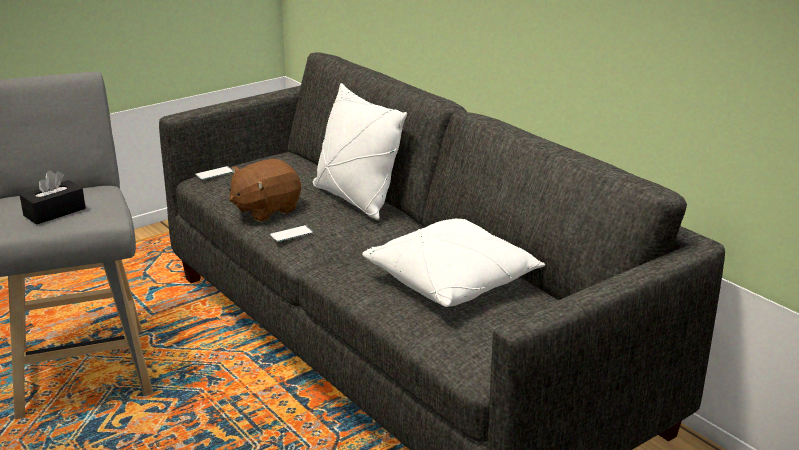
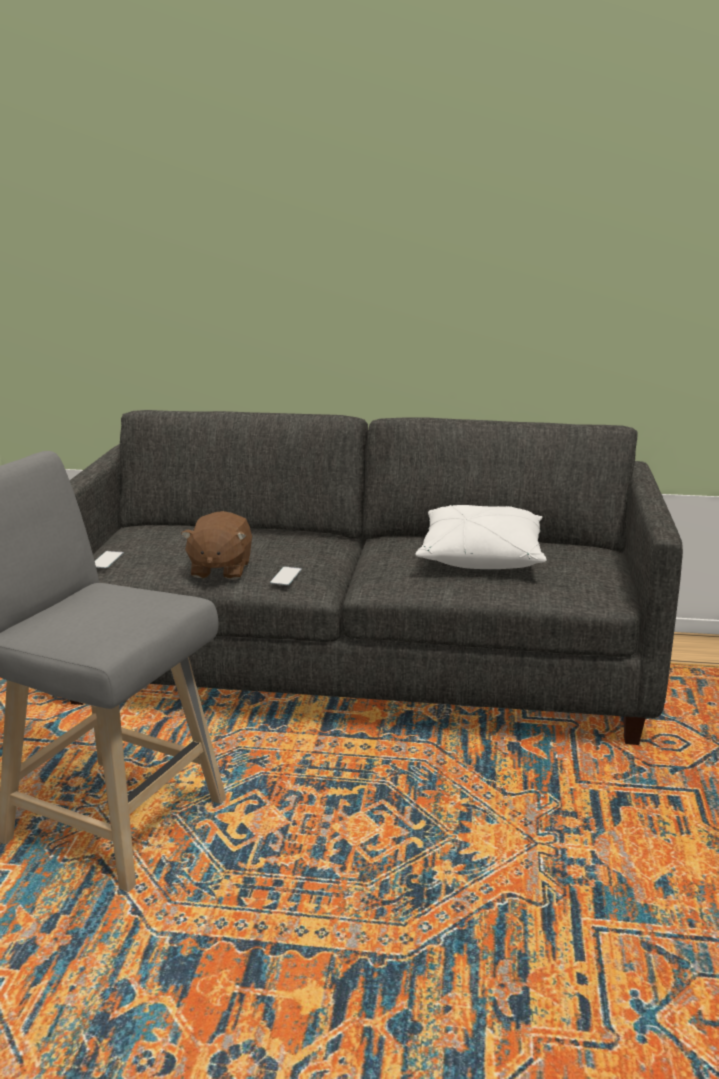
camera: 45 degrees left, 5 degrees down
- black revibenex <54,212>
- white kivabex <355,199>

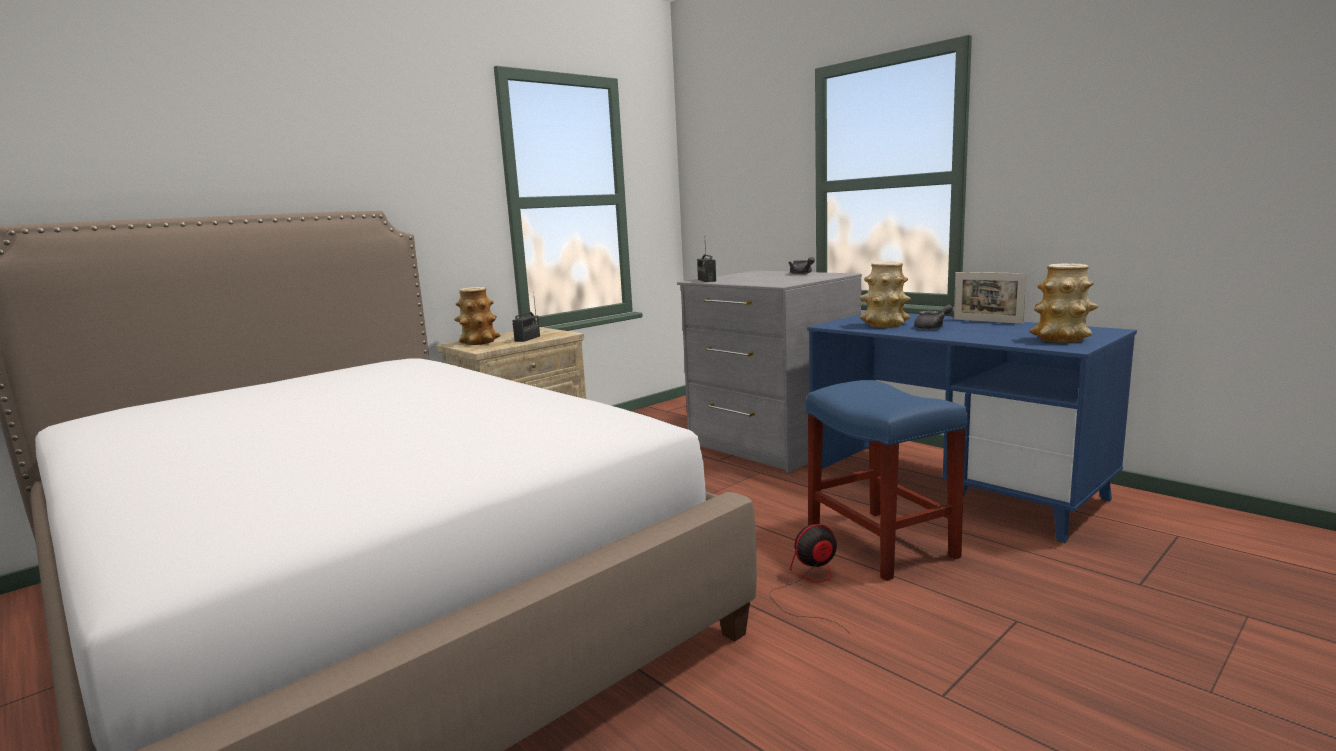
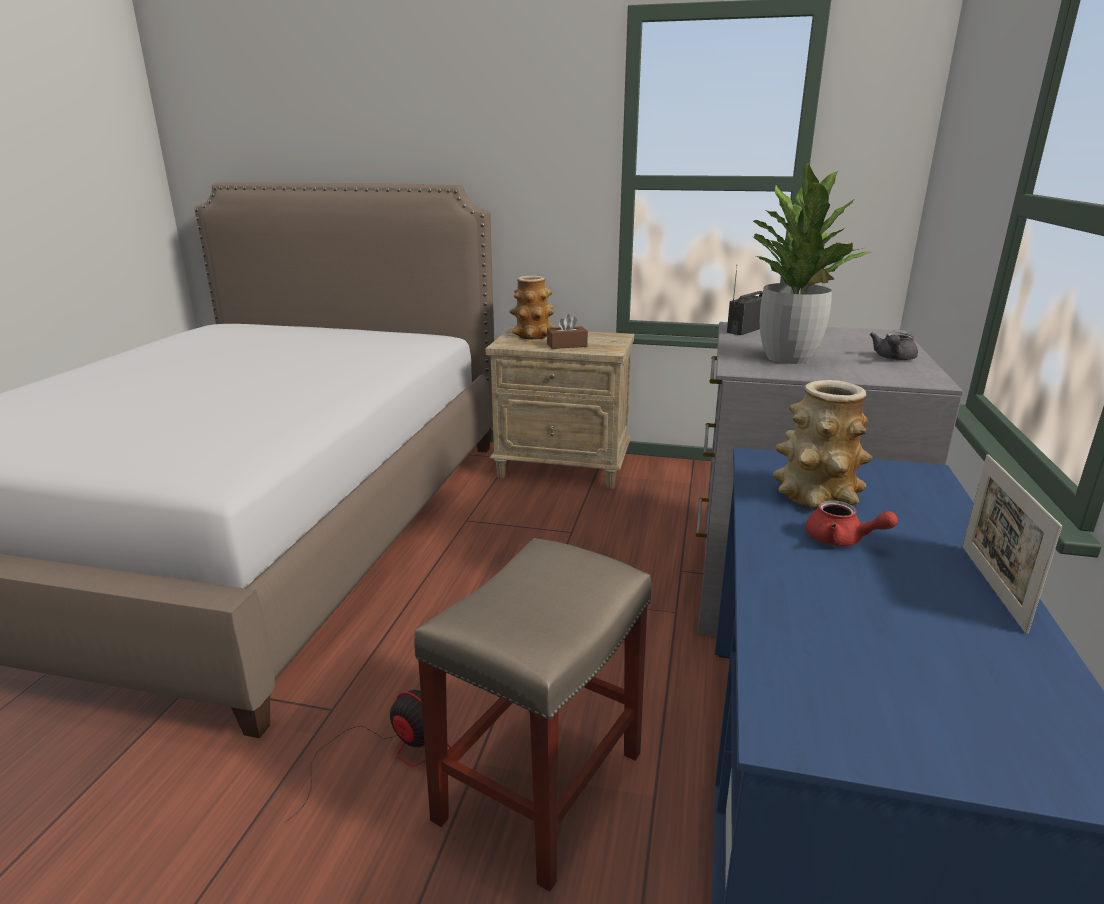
camera: 55 degrees right, 10 degrees up
~ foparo <527,339> to brown revibenex <567,345>
~ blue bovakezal <878,542> to beige bovakezal <541,783>
~ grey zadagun <932,327> to red zadagun <841,540>
- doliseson <1061,339>
+ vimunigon <788,358>

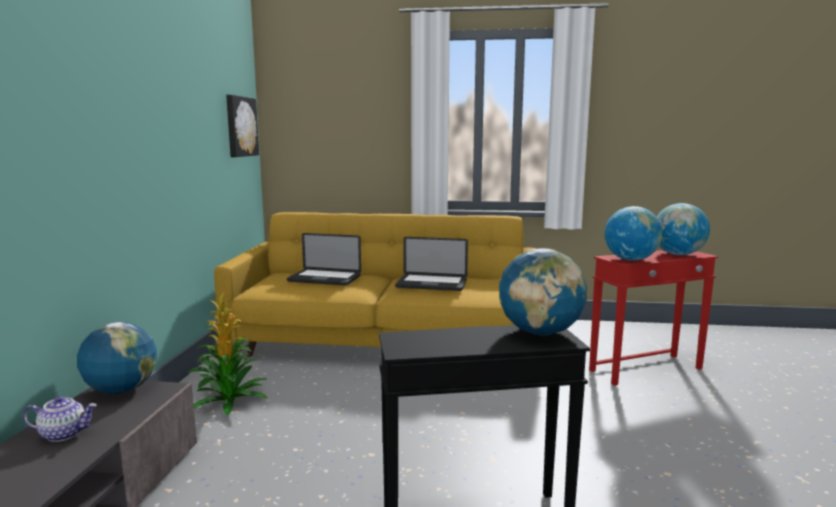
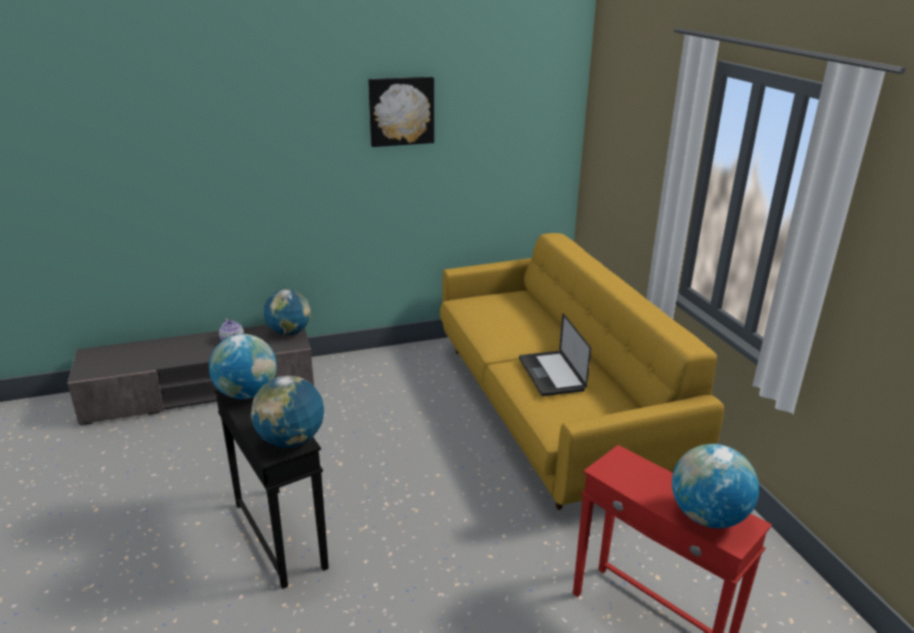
camera: 65 degrees right, 15 degrees up
- vimunigon <229,401>
~ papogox <240,126> to <401,111>
- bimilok <324,279>
~ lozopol <630,259> to <247,393>

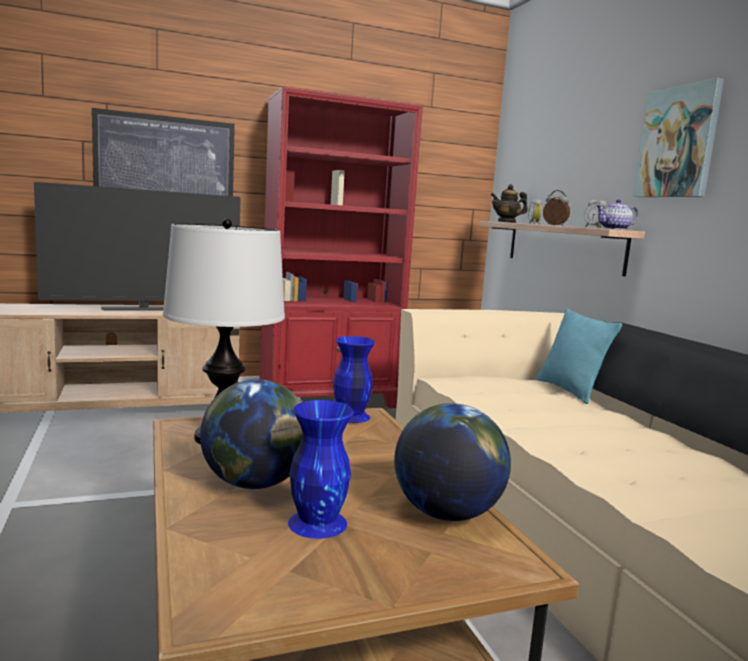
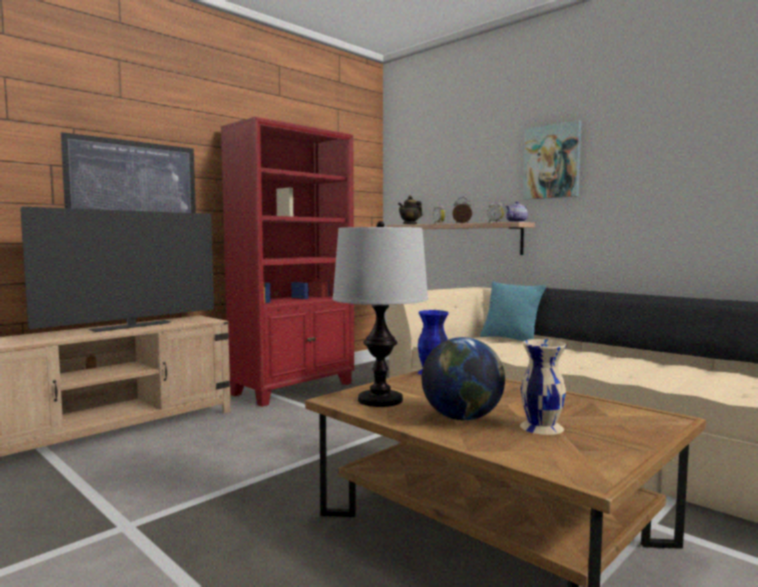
camera: 25 degrees left, 5 degrees down
~ blue doliseson <317,522> to beige doliseson <541,427>
- lozopol <446,513>

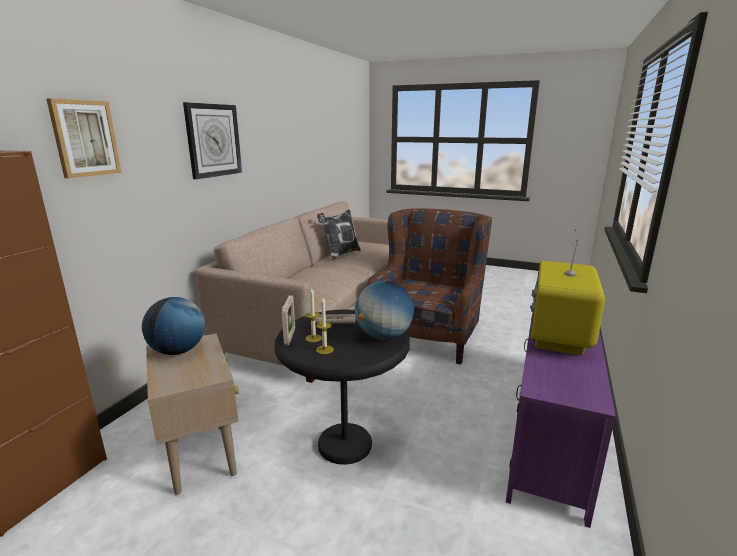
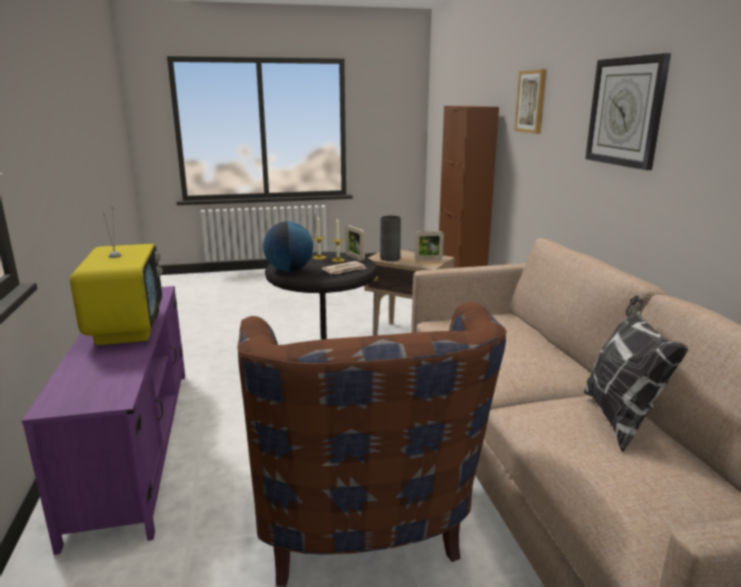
camera: 145 degrees right, 0 degrees up
~ lozopol <178,351> to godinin <428,259>
+ grey doliseson <390,258>

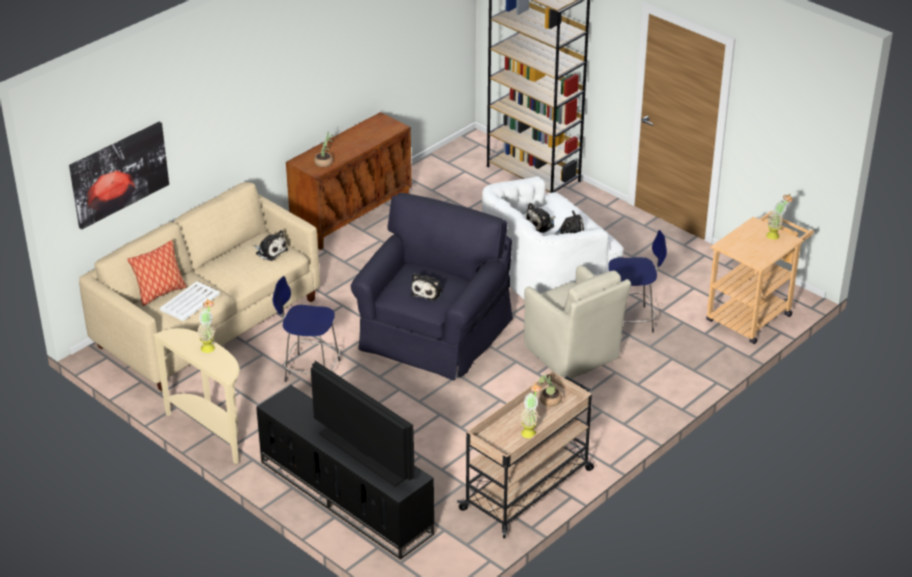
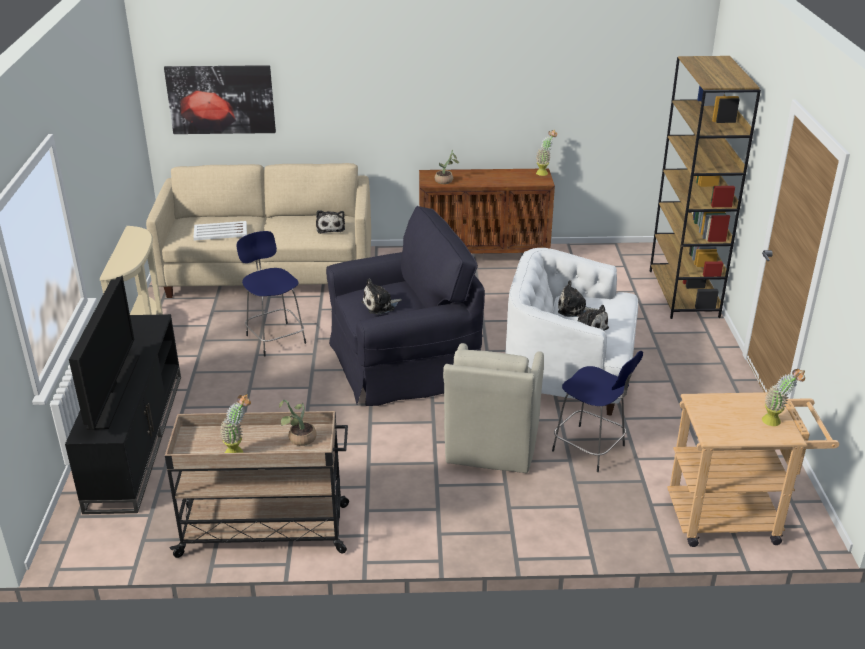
camera: 45 degrees right, 5 degrees down
- kivabex <160,293>
~ vimunigon <209,346> to <544,172>

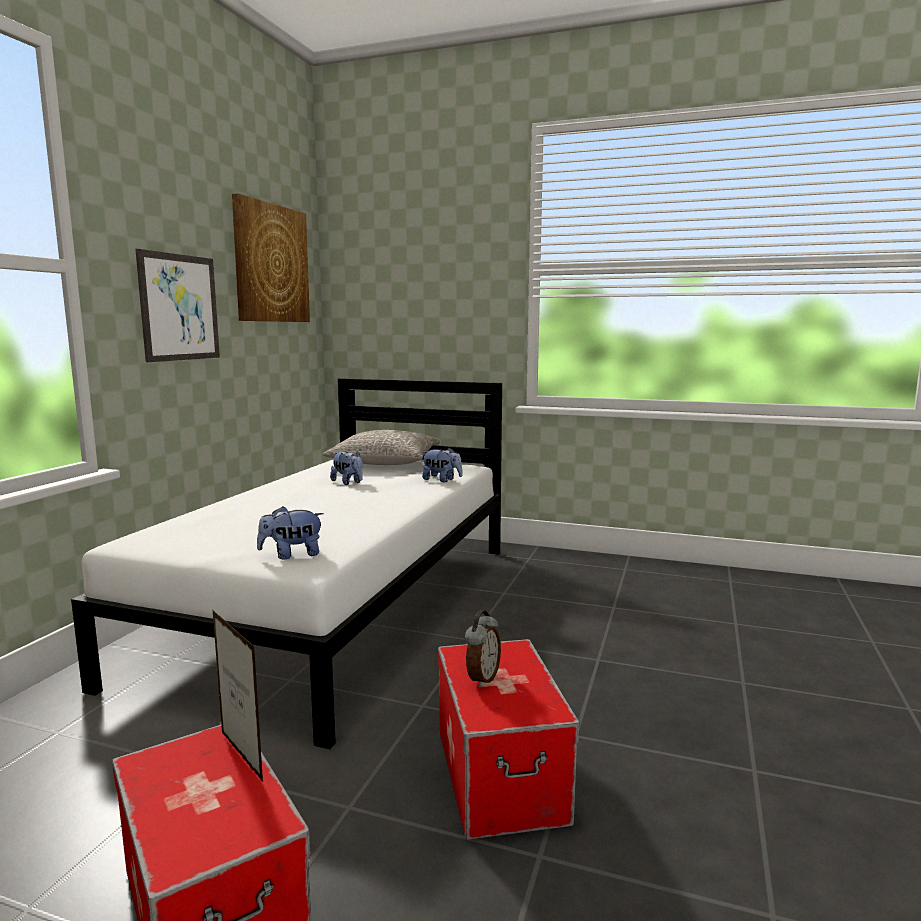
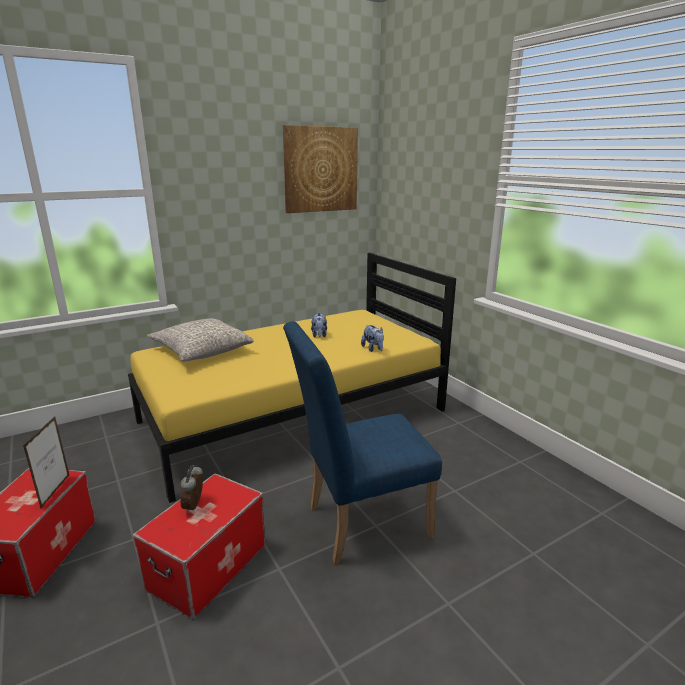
camera: 40 degrees right, 10 degrees up
~ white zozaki <341,606> to yellow zozaki <293,415>
- papogox <180,307>
- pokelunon <292,555>
~ grey kivabex <383,463> to <201,351>
~ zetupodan <482,678> = <195,505> 120 degrees clockwise
+ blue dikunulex <359,523>

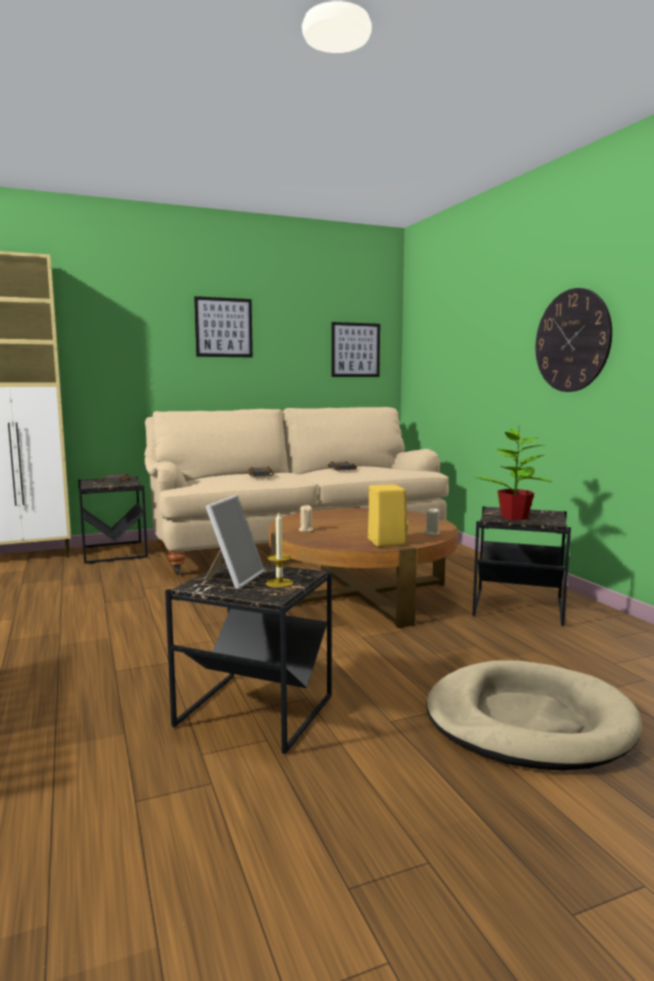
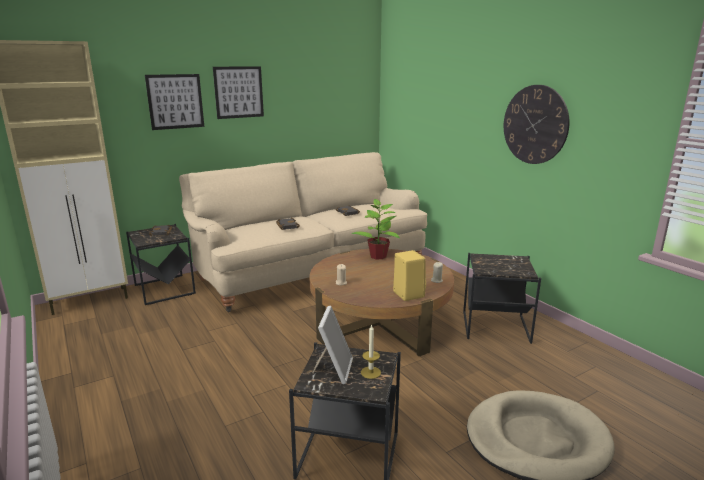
camera: 10 degrees left, 10 degrees up
~ papogox <355,350> to <175,101>
~ vimunigon <514,517> to <378,256>

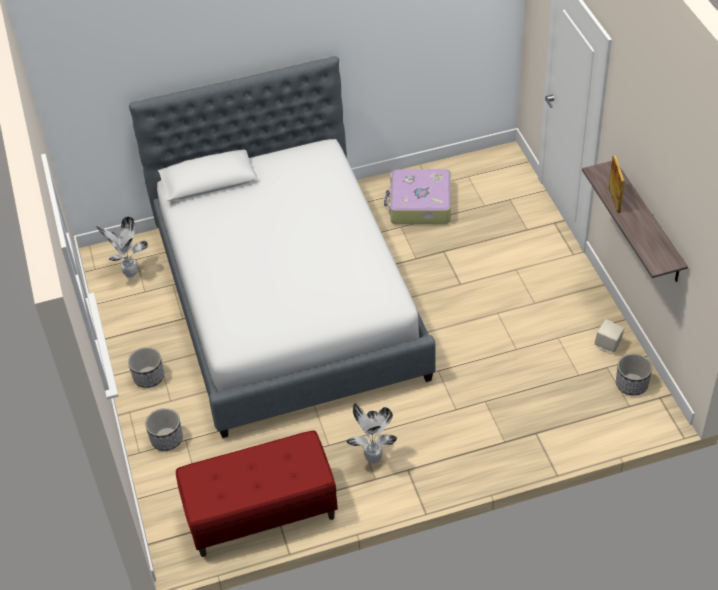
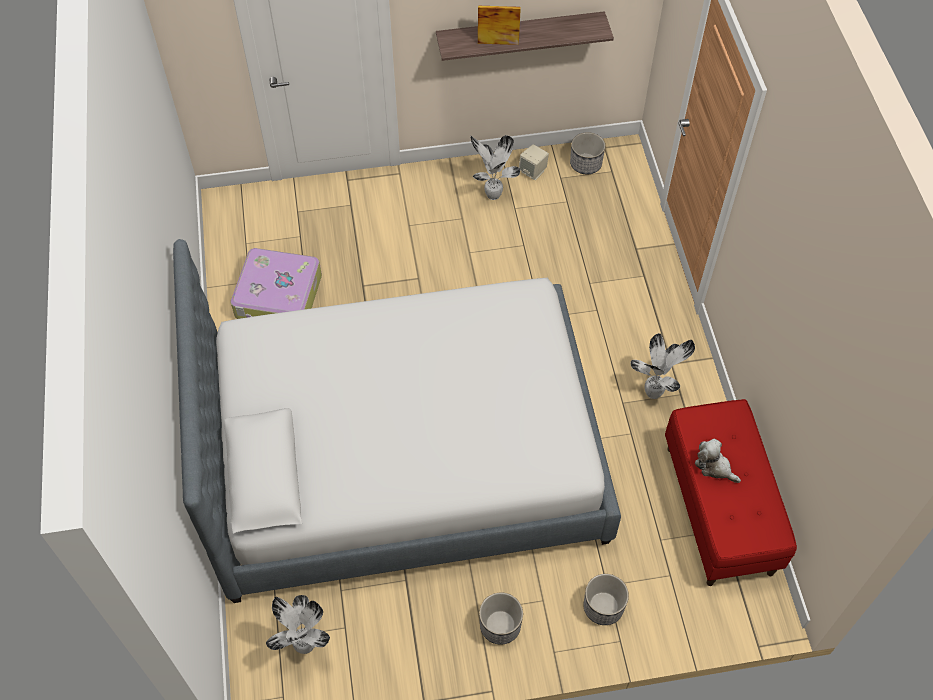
camera: 85 degrees left, 10 degrees up
+ vimunigon <491,195>
+ pokelunon <714,467>

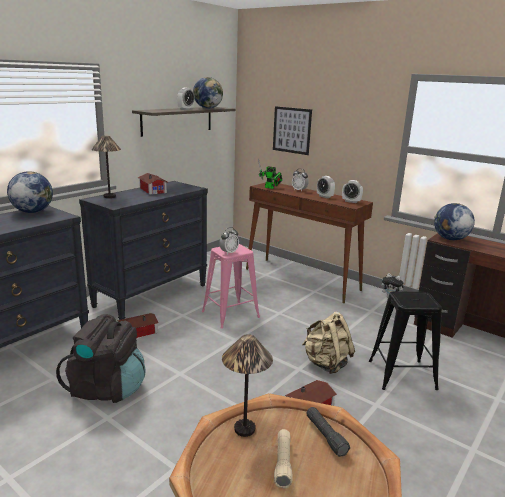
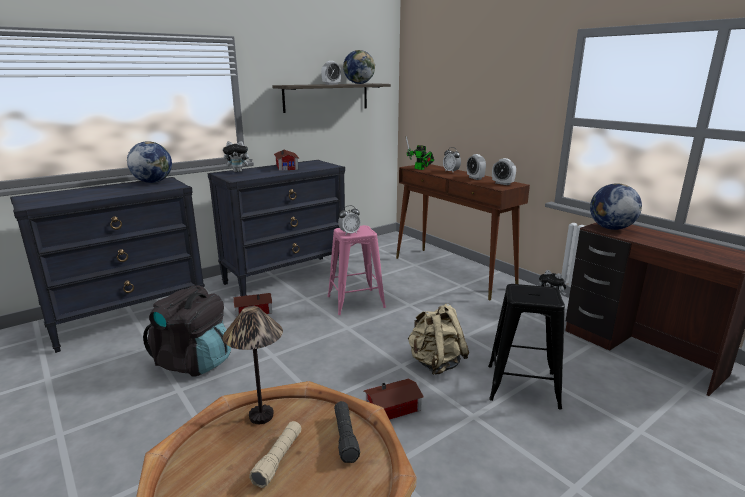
camera: 15 degrees right, 0 degrees up
~ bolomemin <109,196> to pokelunon <238,171>
- papogox <291,130>

